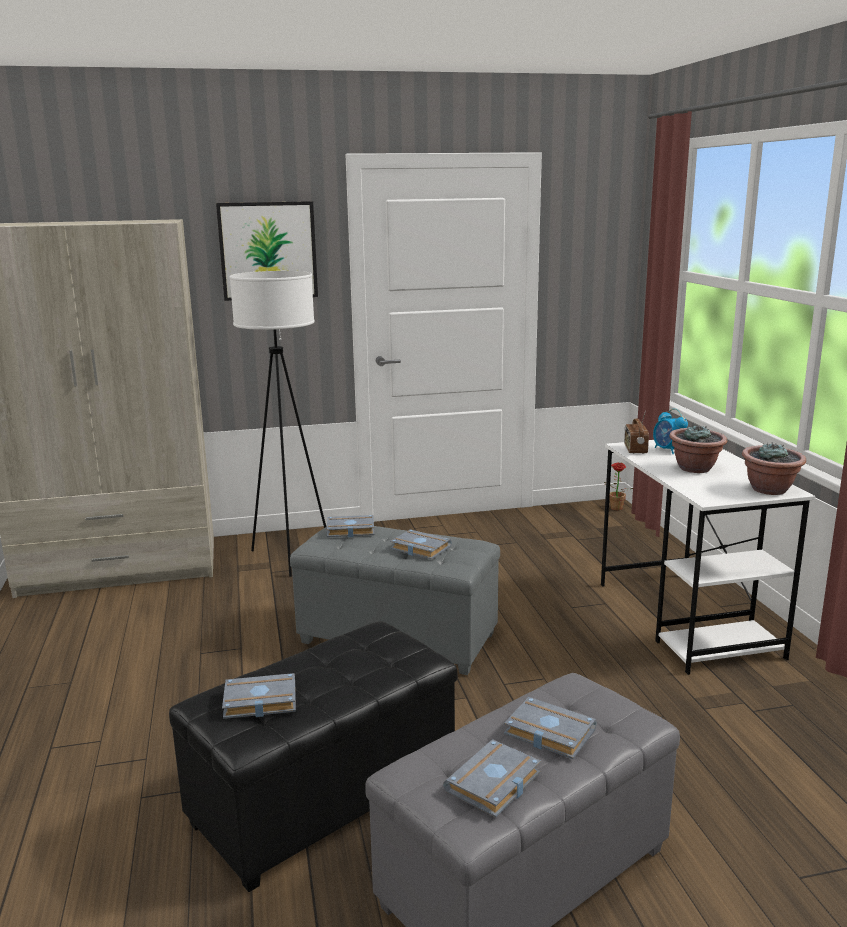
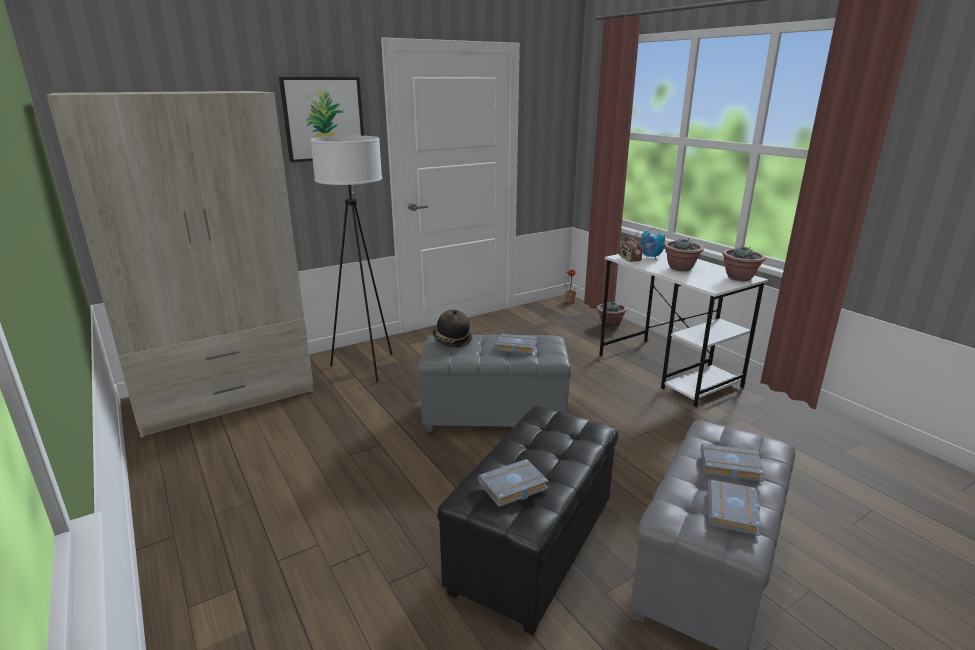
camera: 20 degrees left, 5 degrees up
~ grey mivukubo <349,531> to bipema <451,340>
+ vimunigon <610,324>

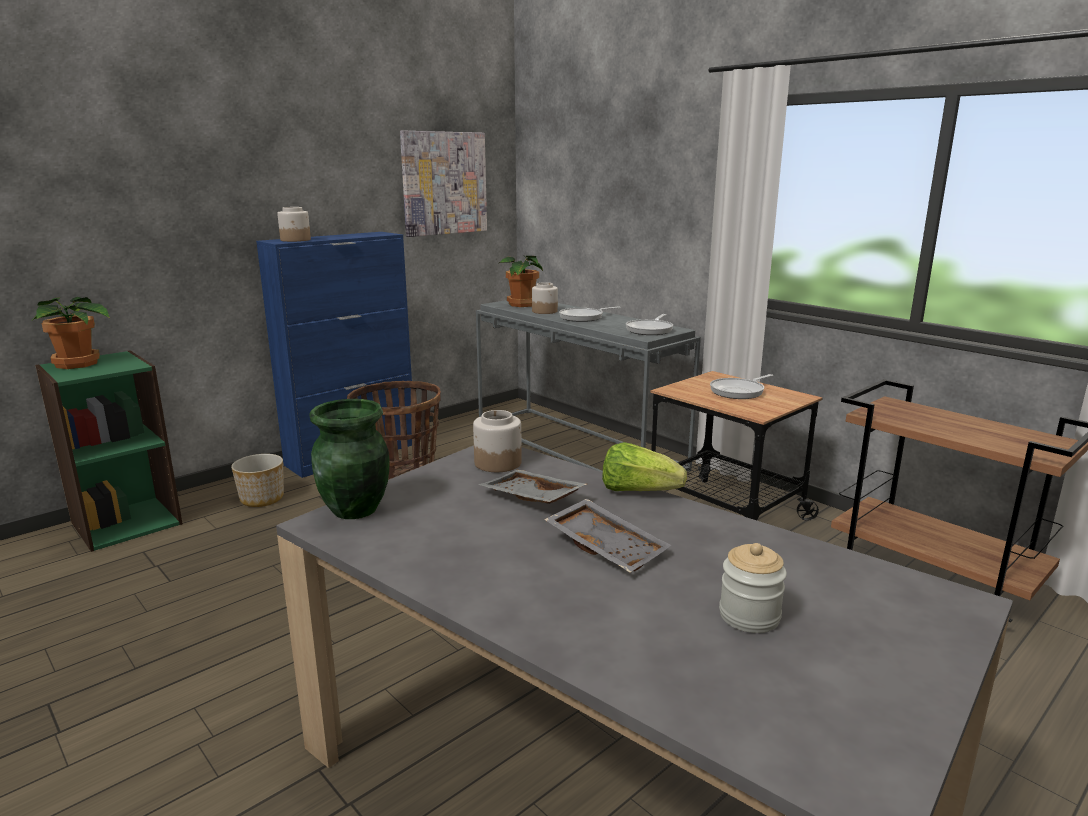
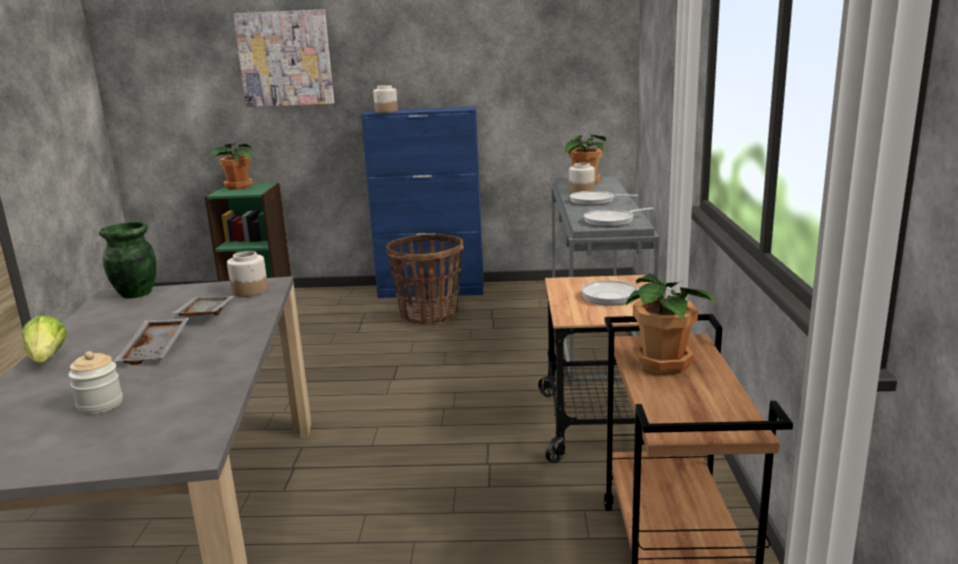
camera: 45 degrees right, 0 degrees up
- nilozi <262,498>
~ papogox <444,183> to <285,59>
~ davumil <638,491> to <47,359>
+ vimunigon <664,363>

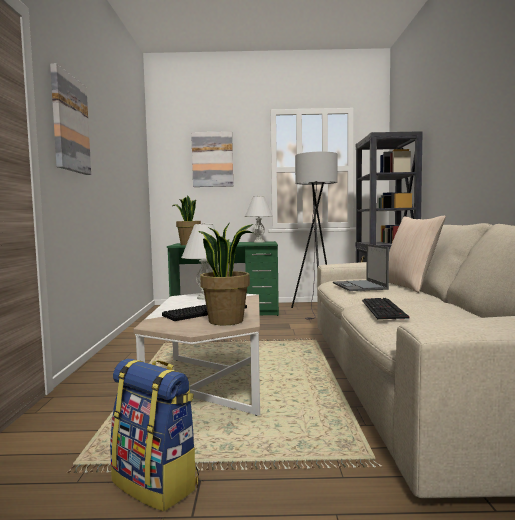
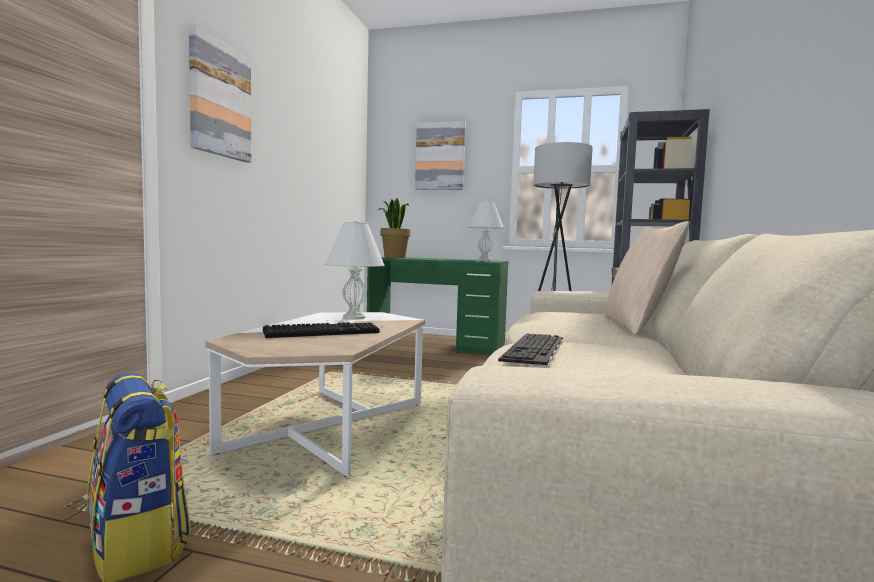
camera: 15 degrees right, 0 degrees up
- vimunigon <226,321>
- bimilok <359,286>

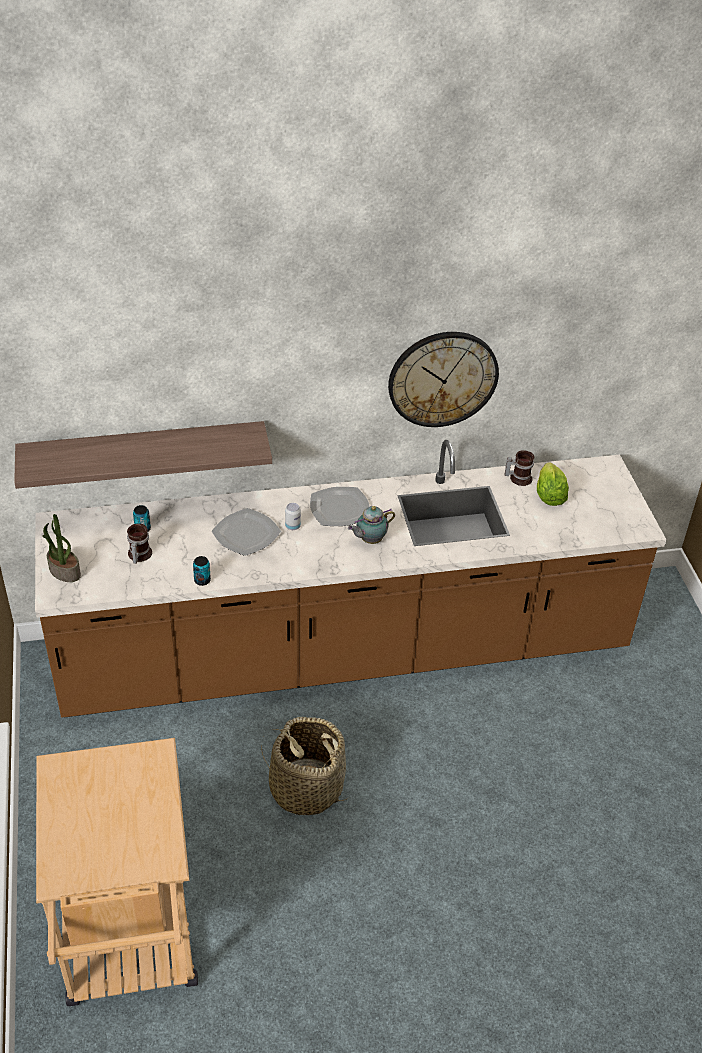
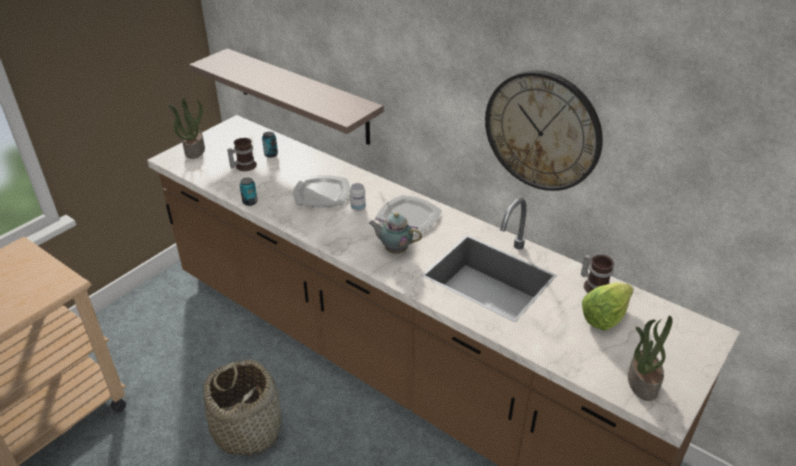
camera: 50 degrees right, 5 degrees down
+ vimunigon <641,382>

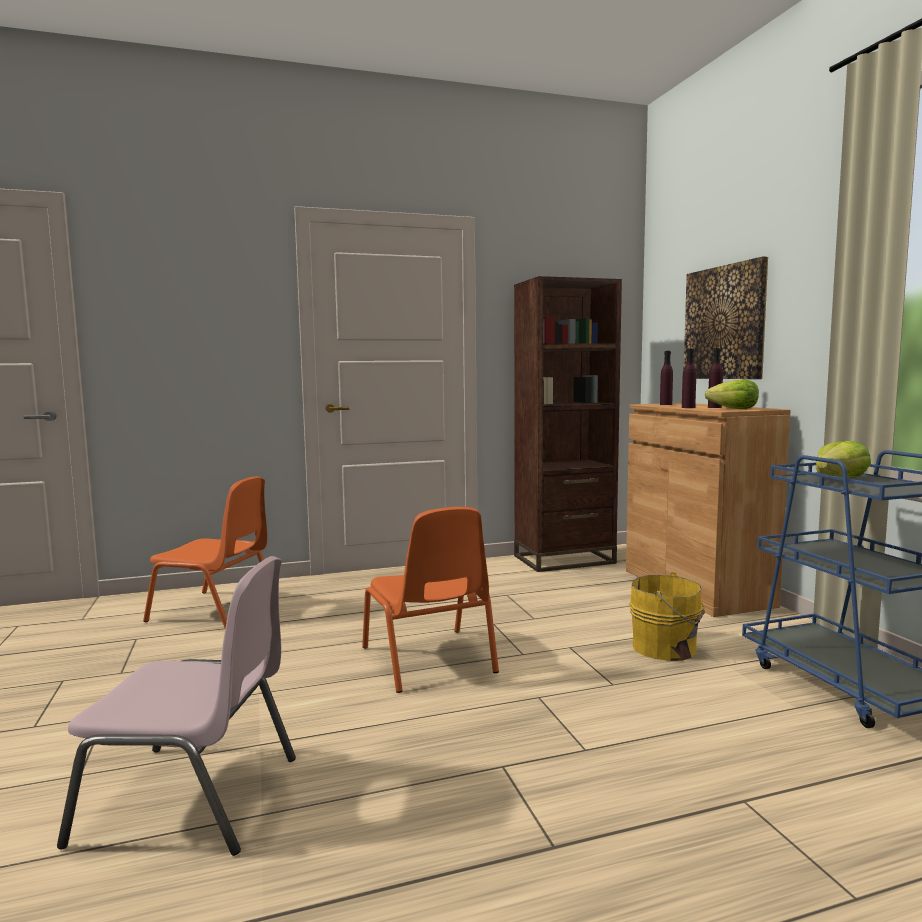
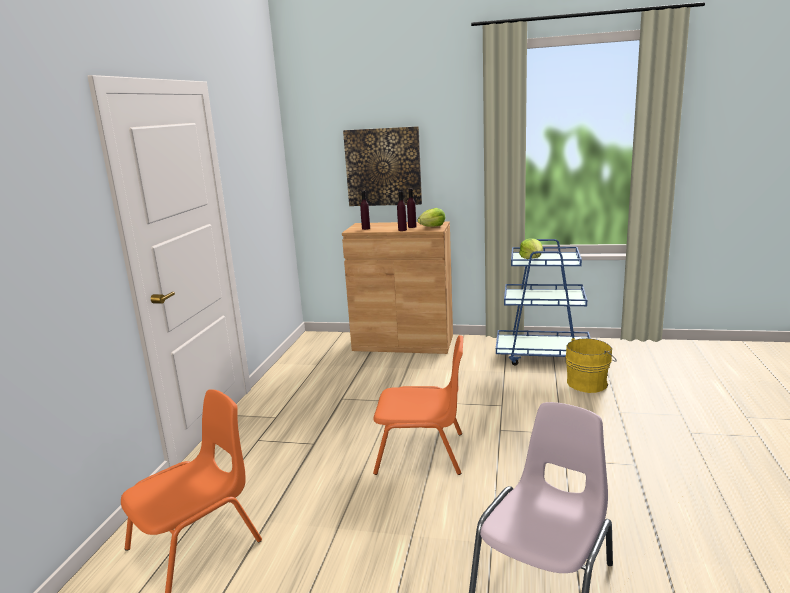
camera: 60 degrees left, 10 degrees up
- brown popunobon <564,559>
~ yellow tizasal <667,648> to <588,383>

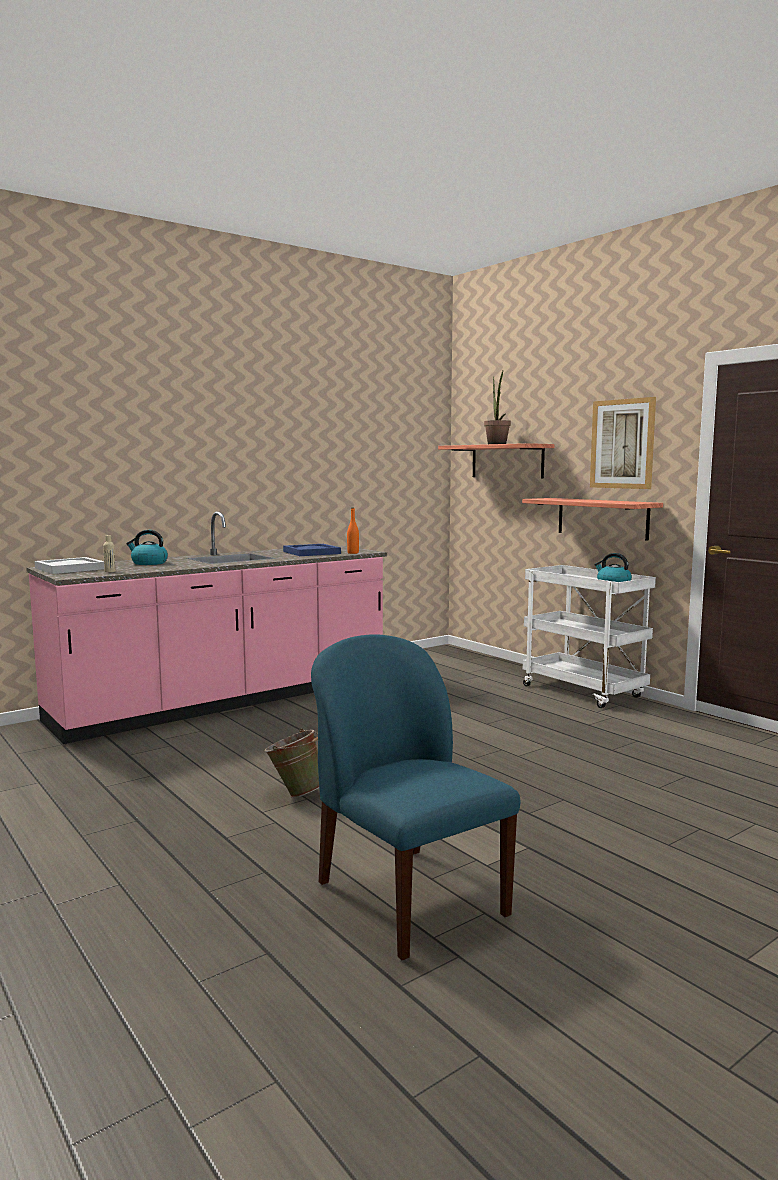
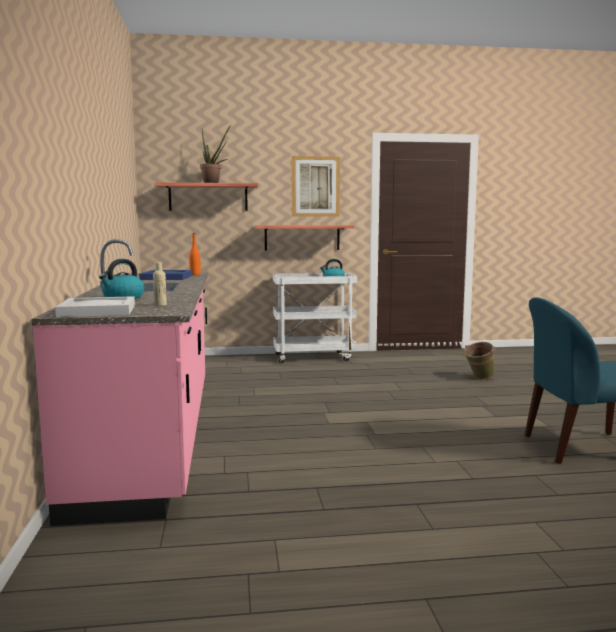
camera: 60 degrees left, 0 degrees up
~ green tizasal <295,793> to <478,378>

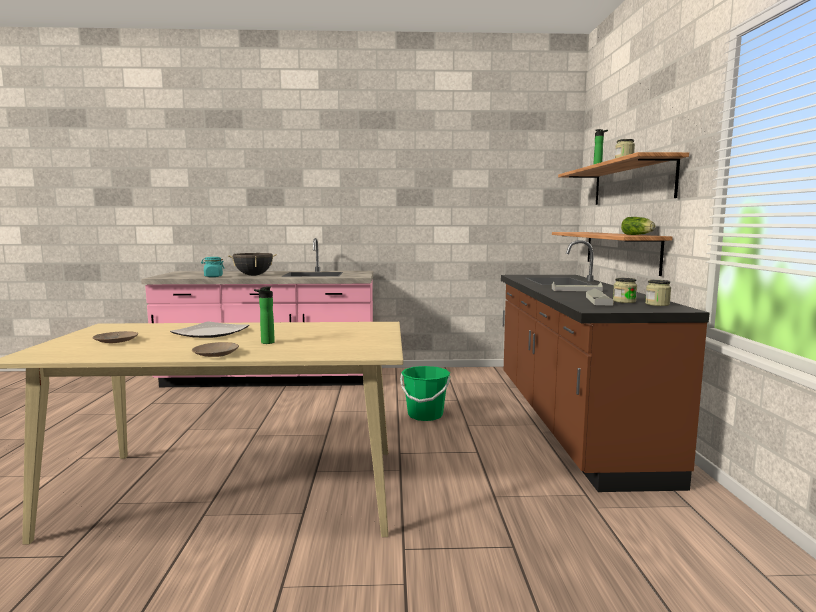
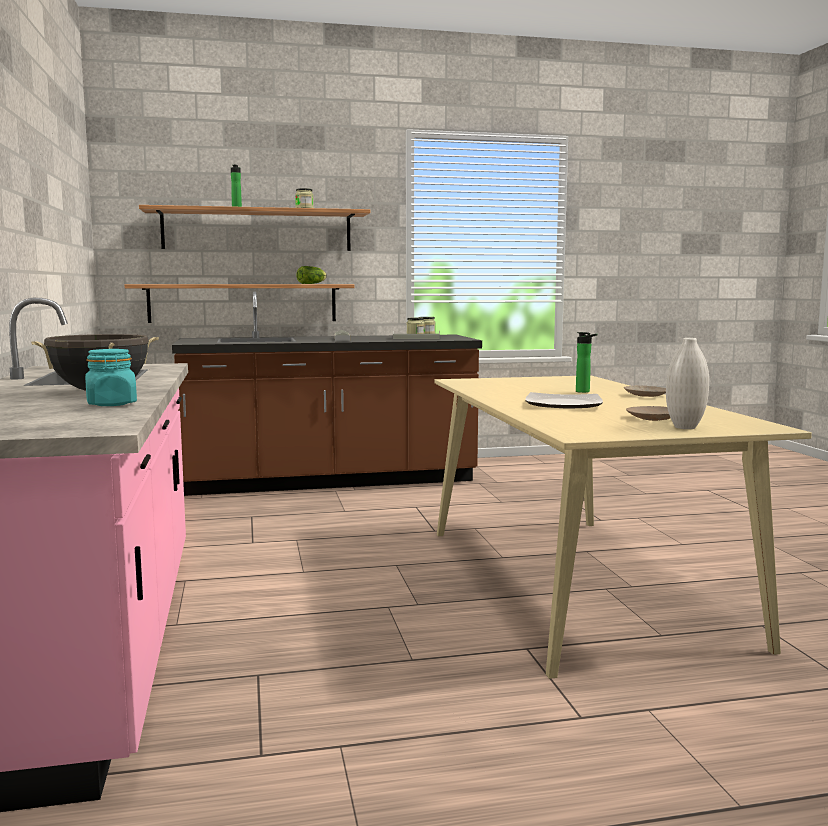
camera: 100 degrees left, 0 degrees up
- green tizasal <425,415>
+ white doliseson <685,427>

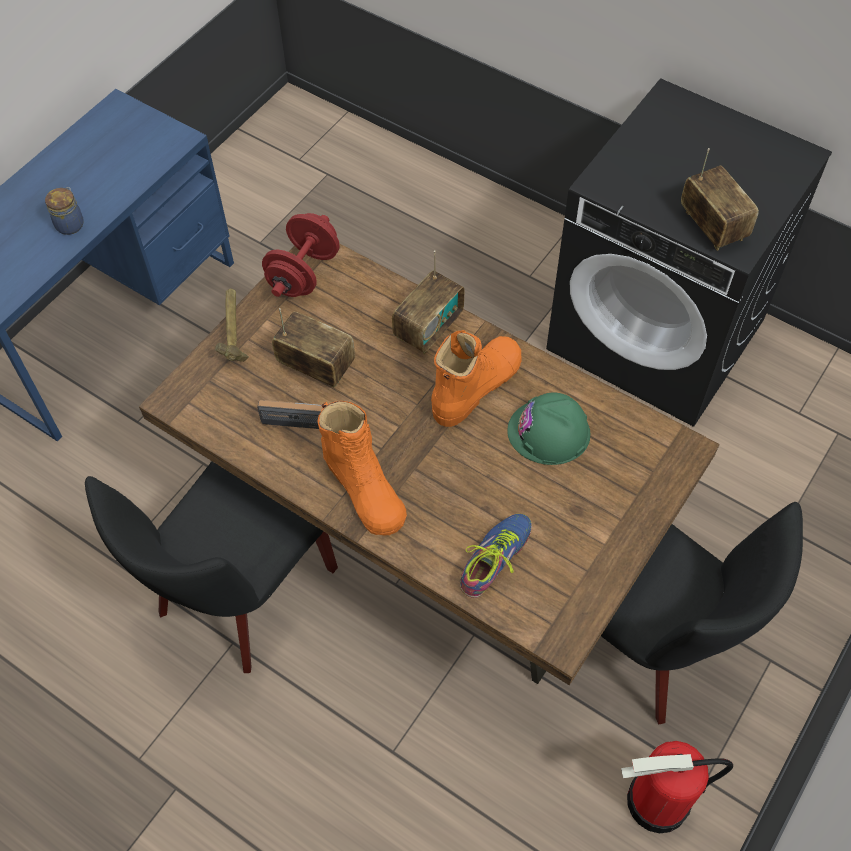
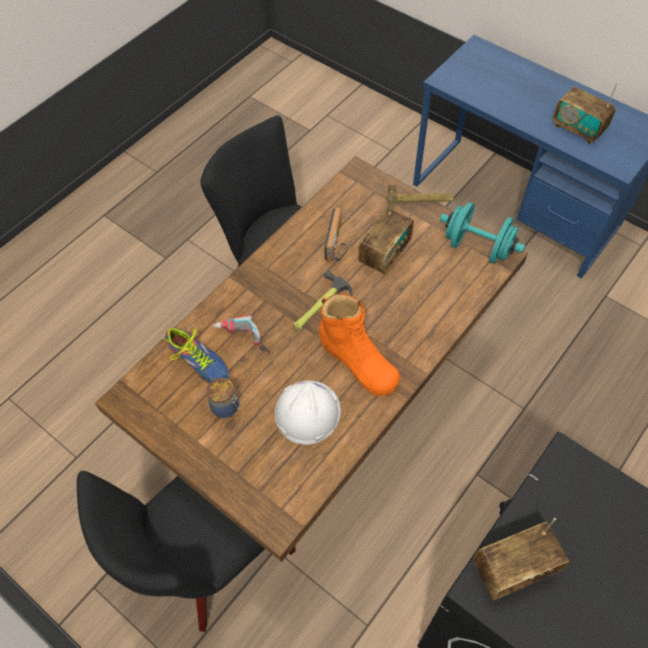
camera: 95 degrees right, 0 degrees up
~ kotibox <70,224> to <226,407>
~ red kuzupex <303,273> to turquoise kuzupex <477,247>
- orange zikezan <364,488>
~ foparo <428,328> to <578,129>
~ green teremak <549,432> to white teremak <307,412>
- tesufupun <657,802>
+ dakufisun <241,340>
+ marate <319,306>

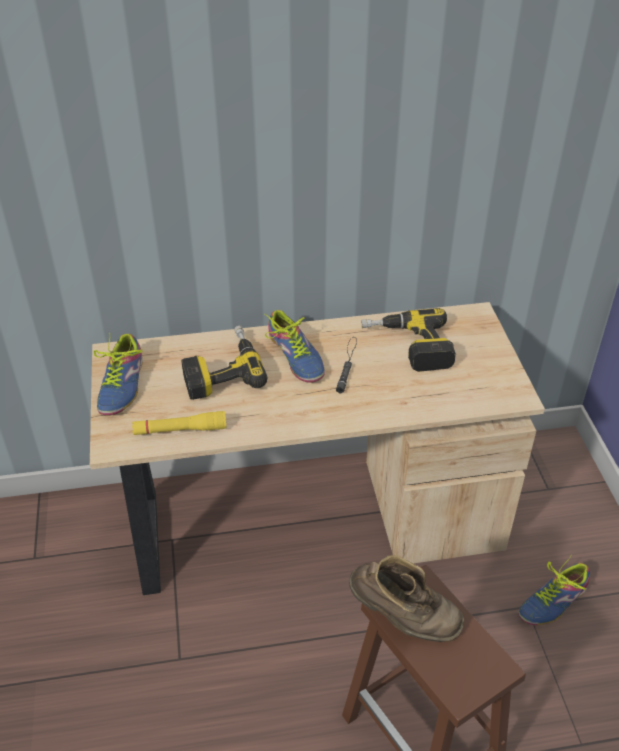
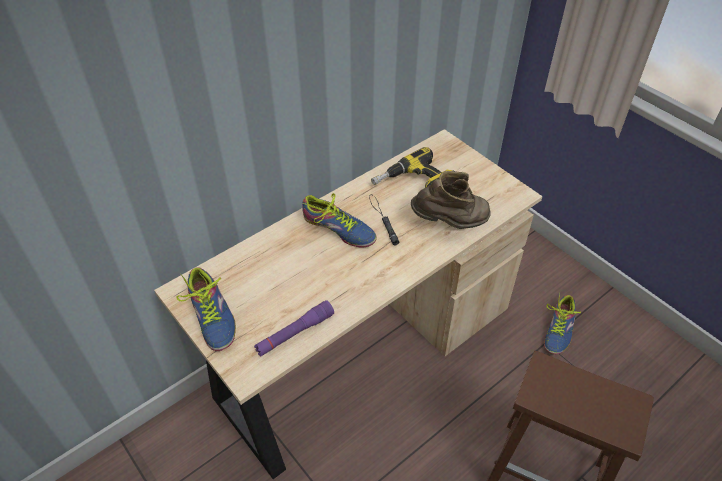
camera: 30 degrees left, 5 degrees up
~ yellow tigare <180,430> to purple tigare <295,333>
- dakufisun <221,370>
~ brown zikezan <403,620> to <450,223>

